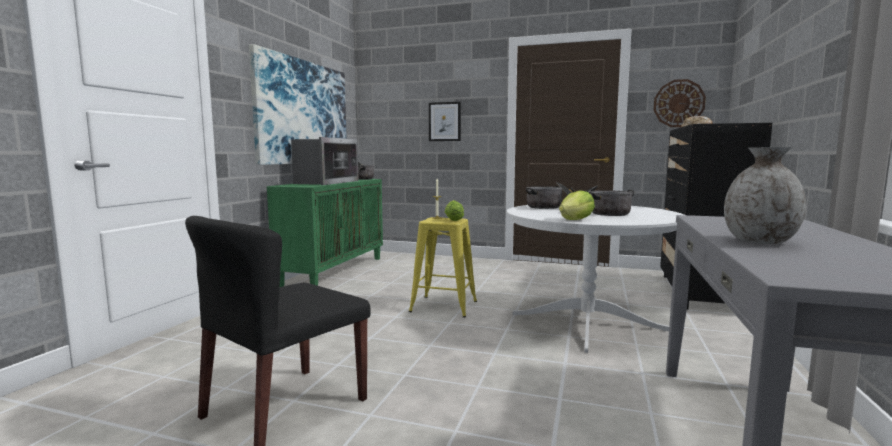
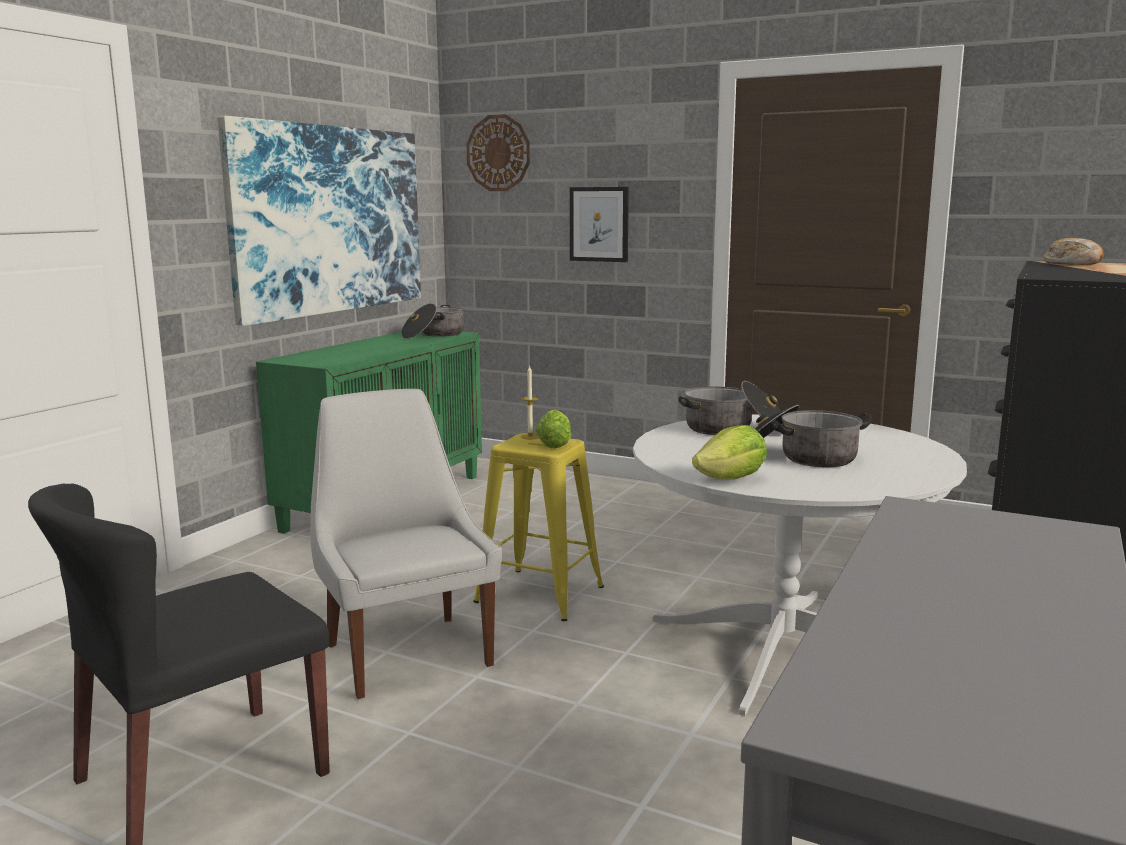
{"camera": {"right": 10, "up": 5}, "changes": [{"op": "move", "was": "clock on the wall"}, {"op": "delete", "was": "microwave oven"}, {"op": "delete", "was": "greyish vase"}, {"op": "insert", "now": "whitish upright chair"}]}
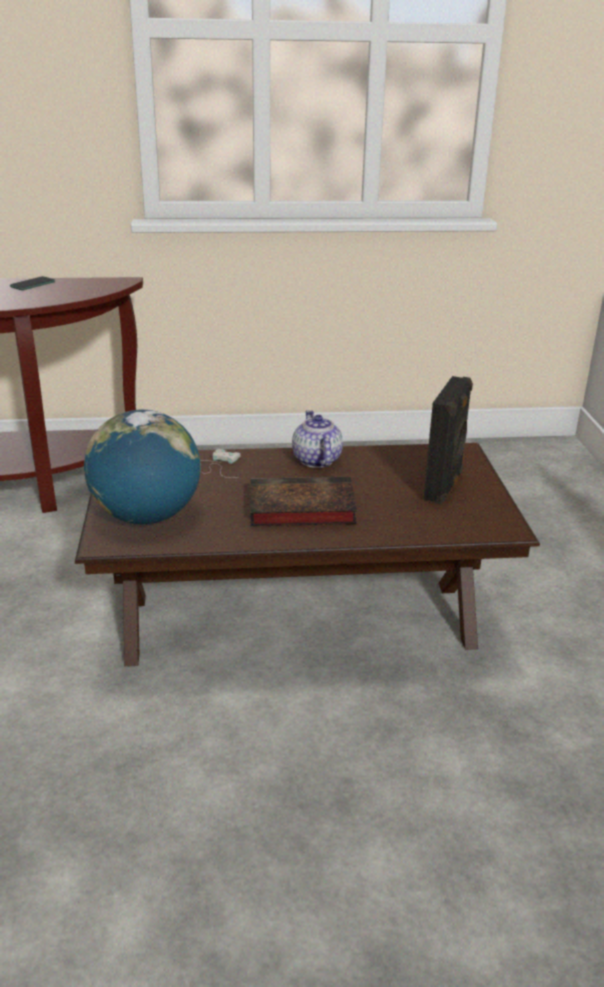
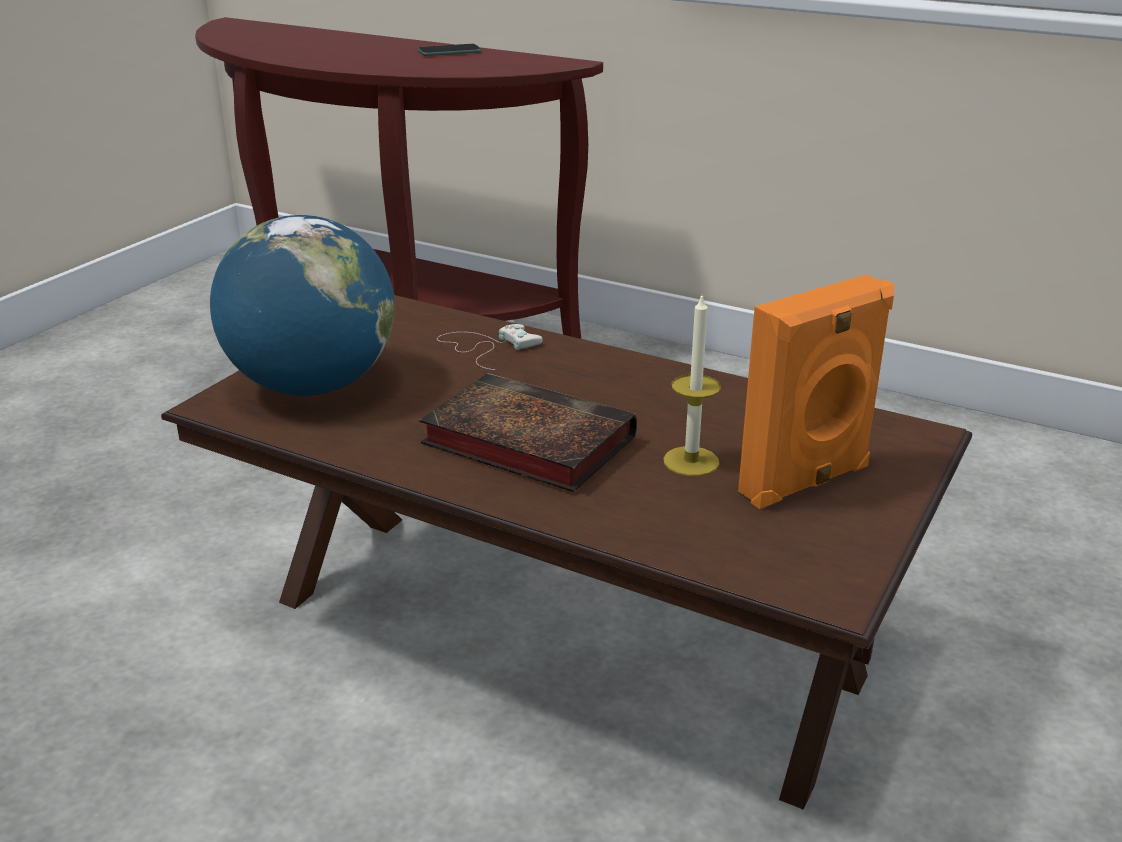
{"camera": {"right": 35, "up": 0}, "changes": [{"op": "recolor", "was": "black-coloured speaker", "now": "orangey speaker"}, {"op": "delete", "was": "pot for tea"}, {"op": "insert", "now": "wax candle"}]}
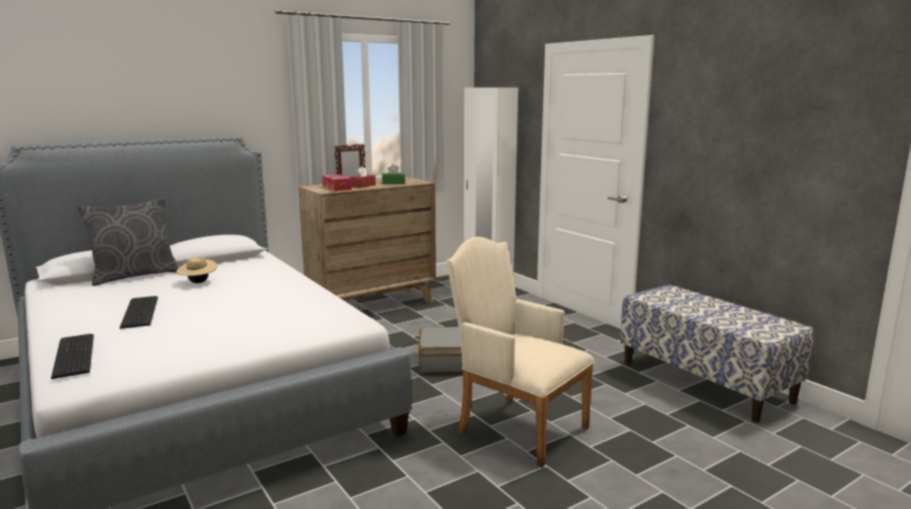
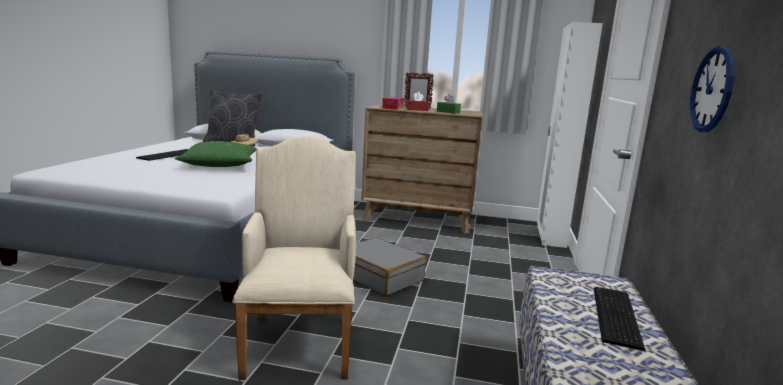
{"camera": {"right": 45, "up": 0}, "changes": [{"op": "move", "was": "PC keyboard (1st from left in the first image)", "now": "PC keyboard (2nd from left)"}, {"op": "insert", "now": "clock on the wall"}, {"op": "insert", "now": "green-coloured pillow"}]}
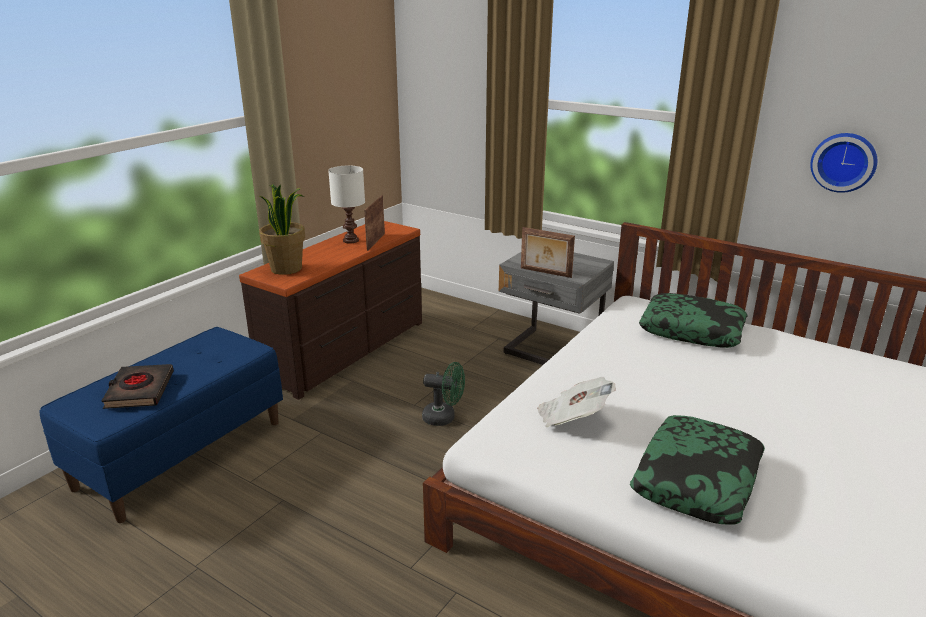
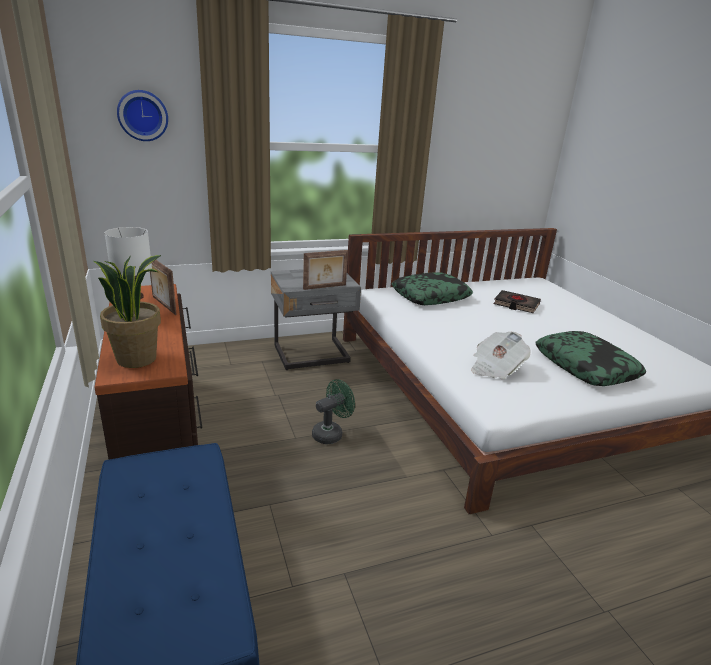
{"camera": {"right": -55, "up": 0}, "changes": [{"op": "move", "was": "clock on the wall"}, {"op": "move", "was": "black-coloured bound book"}]}
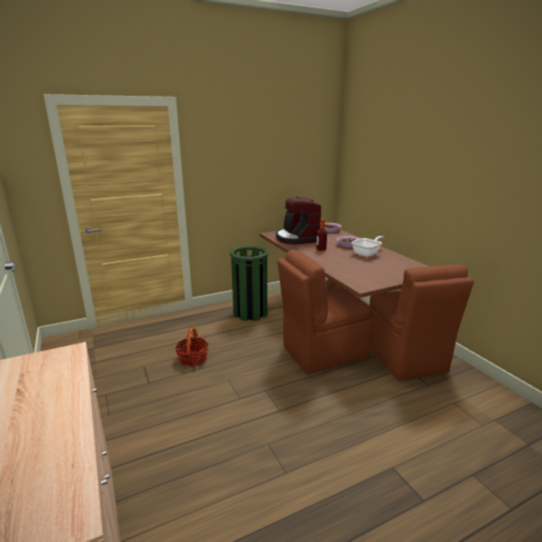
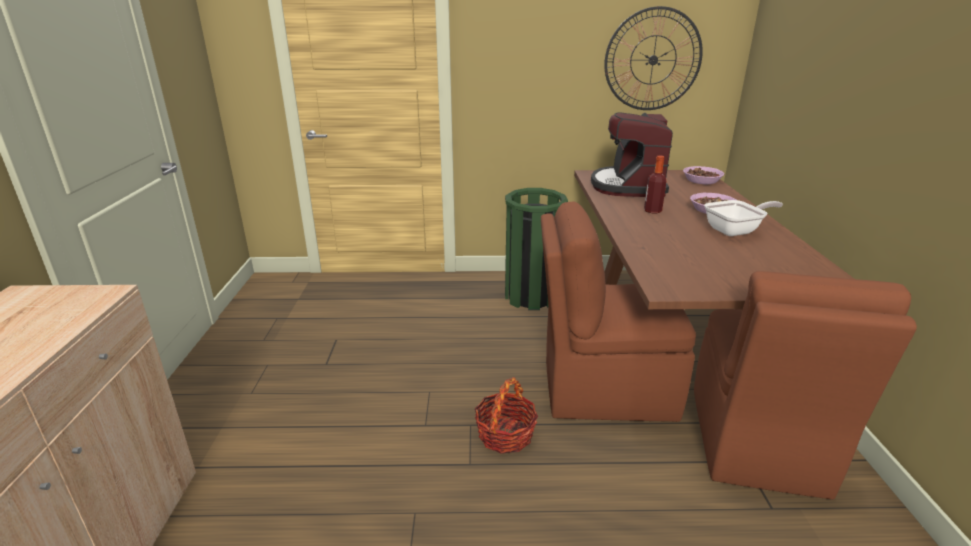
{"camera": {"right": 25, "up": 5}, "changes": [{"op": "move", "was": "storage basket"}, {"op": "insert", "now": "clock on the wall"}]}
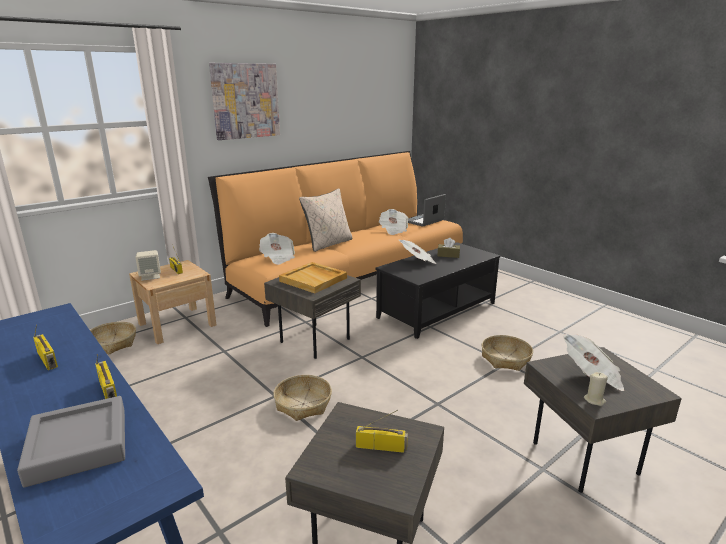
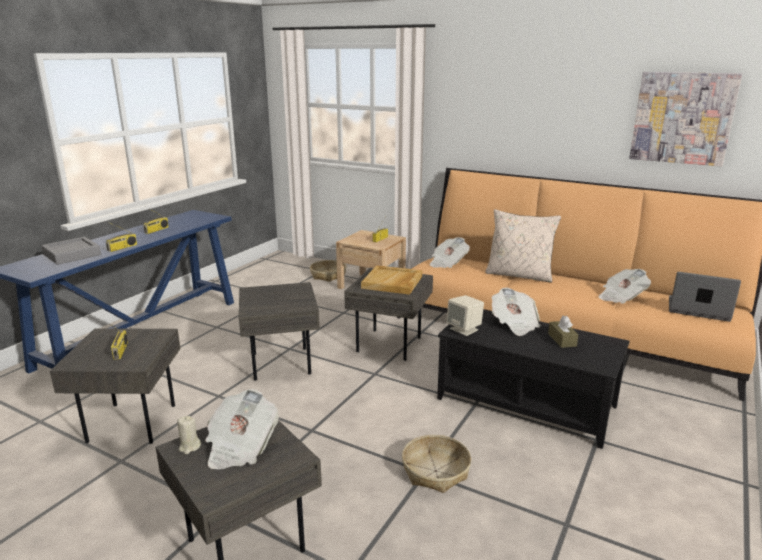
{"camera": {"right": 70, "up": 0}, "changes": [{"op": "move", "was": "wall picture"}, {"op": "move", "was": "beige speaker"}, {"op": "replace", "was": "storage basket (2nd from left)", "now": "greyish side table (3rd from left)"}]}
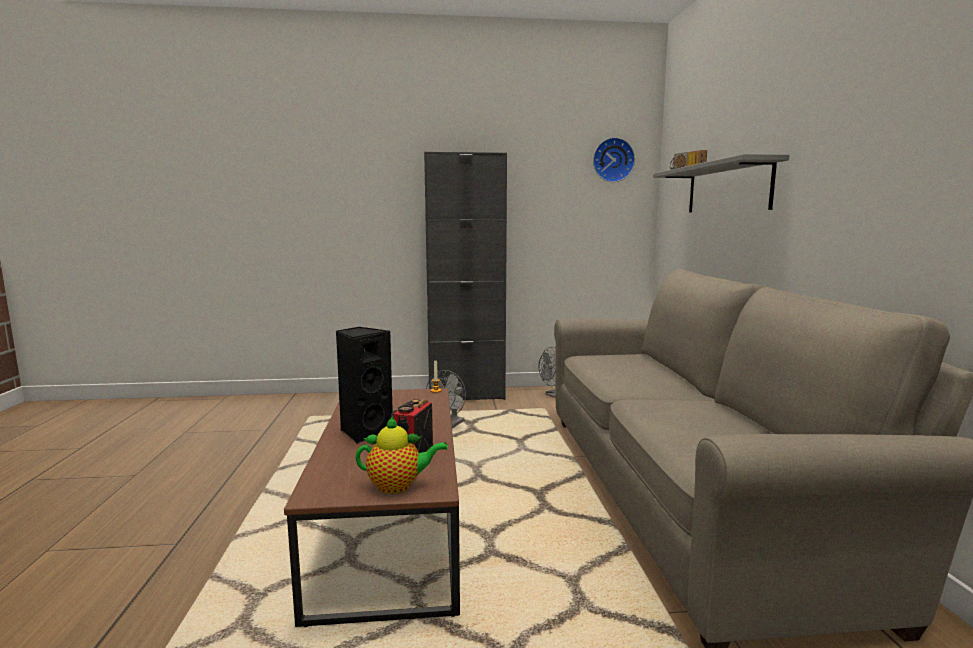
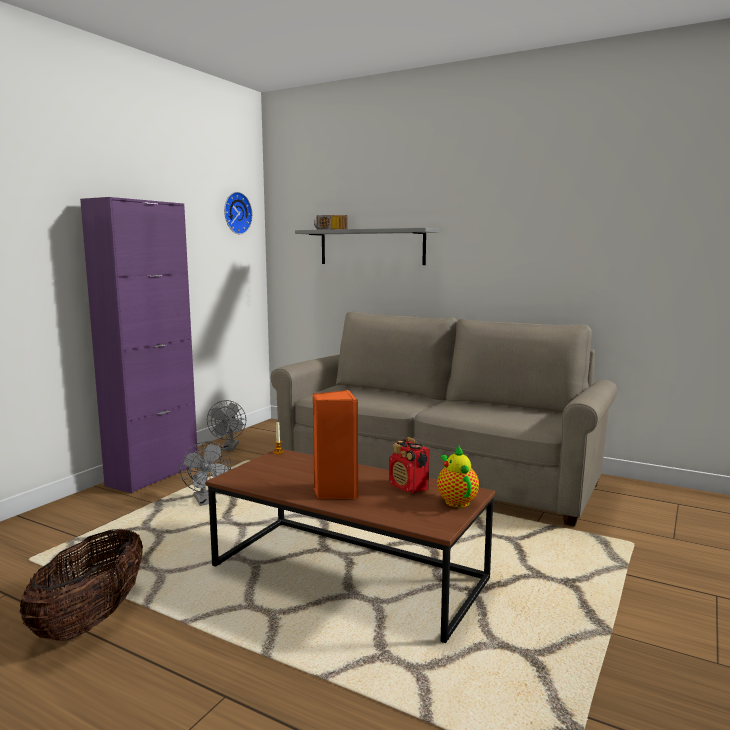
{"camera": {"right": -55, "up": 0}, "changes": [{"op": "recolor", "was": "black-coloured storage cabinet", "now": "purplish storage cabinet"}, {"op": "recolor", "was": "black-coloured speaker", "now": "orangey speaker"}, {"op": "rotate", "was": "pot for tea", "clockwise": -45}, {"op": "insert", "now": "storage basket"}]}
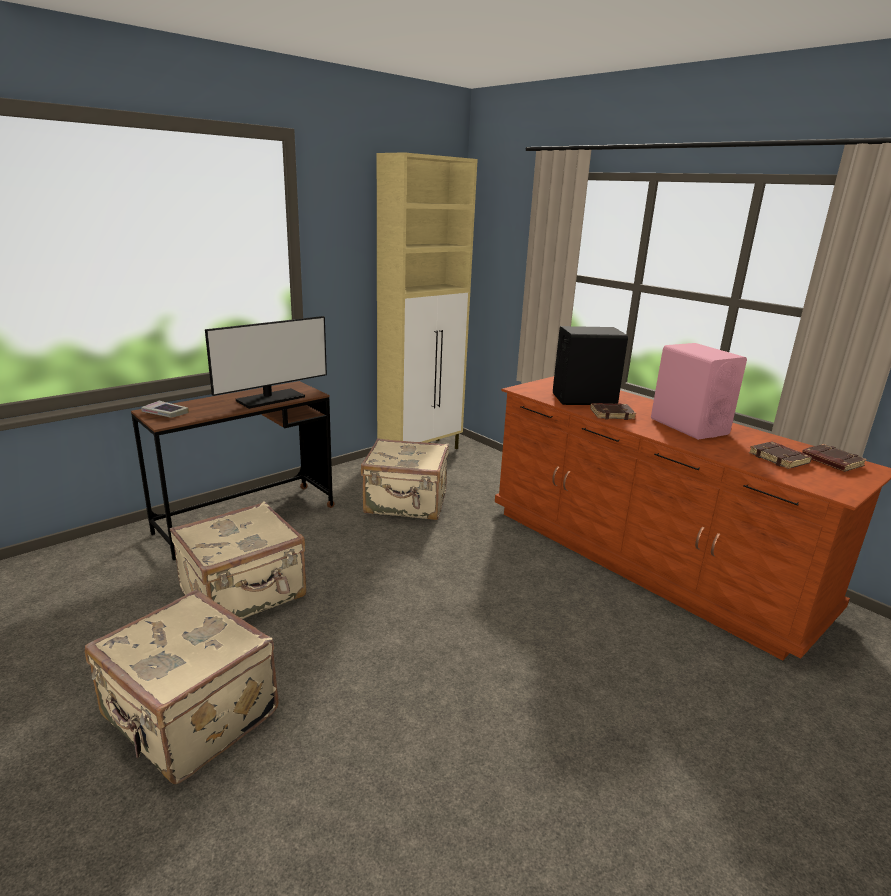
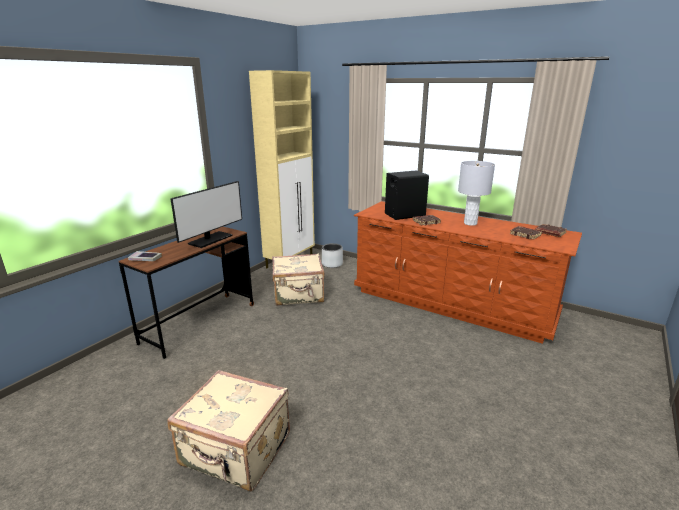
{"camera": {"right": -15, "up": 0}, "changes": [{"op": "replace", "was": "pinkish speaker", "now": "greyish tabletop lamp"}, {"op": "delete", "was": "beige suitcase (2nd from left)"}, {"op": "insert", "now": "greyish flower pot"}]}
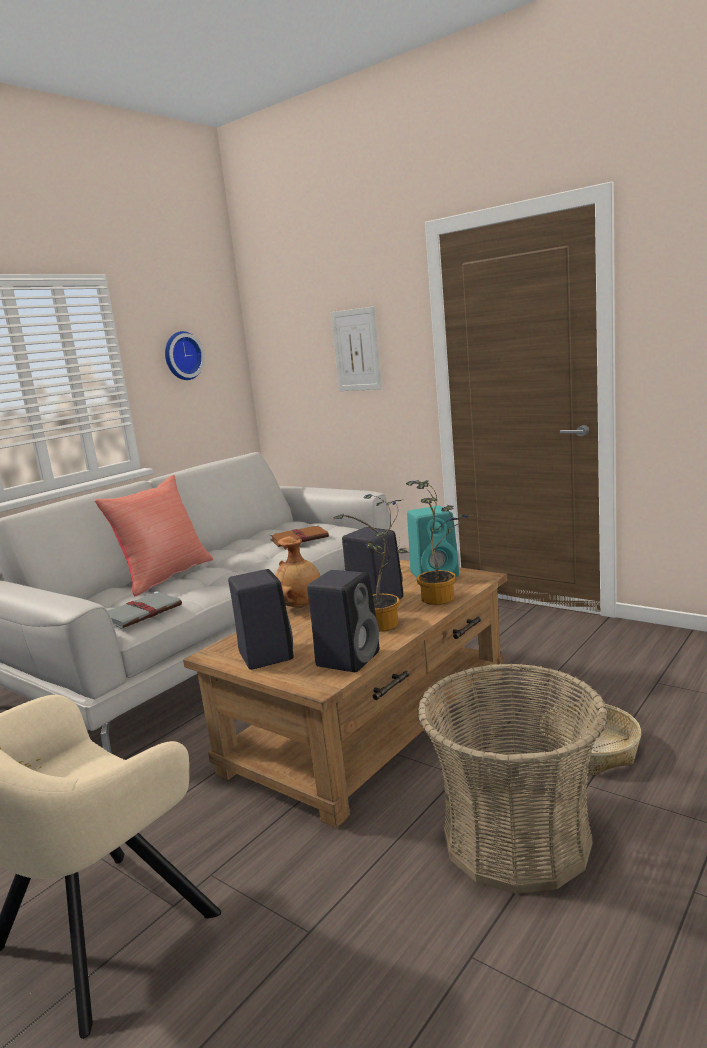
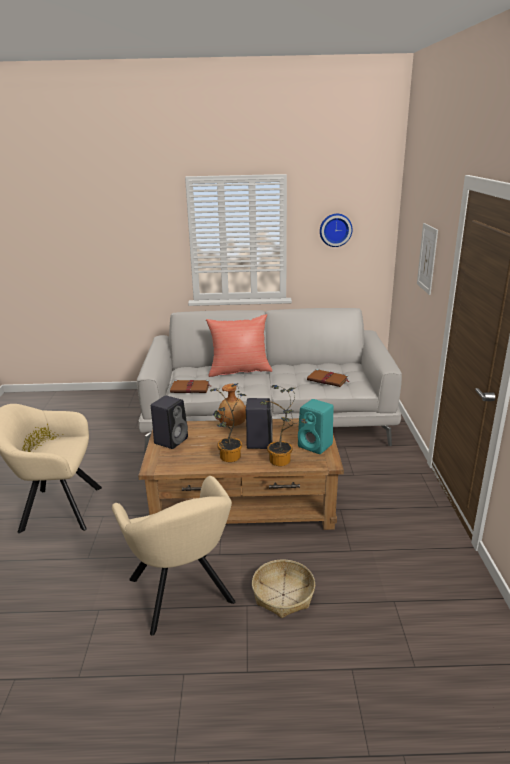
{"camera": {"right": 50, "up": 10}, "changes": [{"op": "delete", "was": "black-coloured speaker (2nd from left)"}, {"op": "recolor", "was": "greyish bound book", "now": "brown-coloured bound book (1st from left)"}, {"op": "replace", "was": "storage basket (1st from left)", "now": "beige easy chair (2nd from left)"}]}
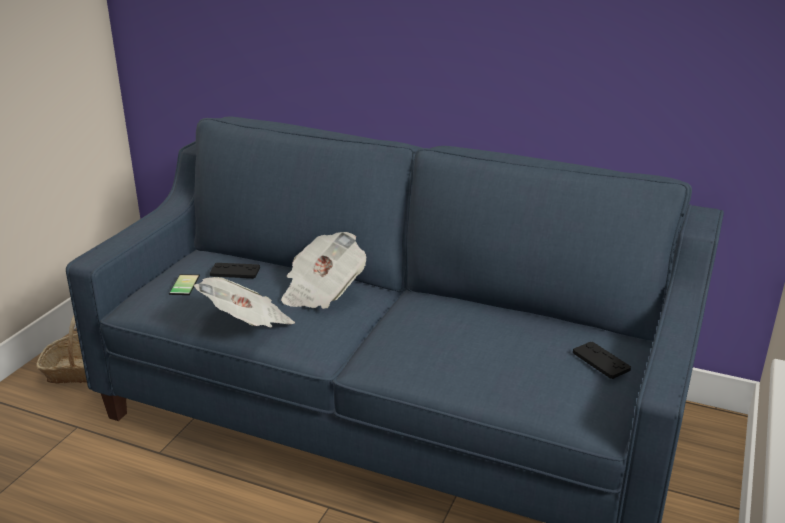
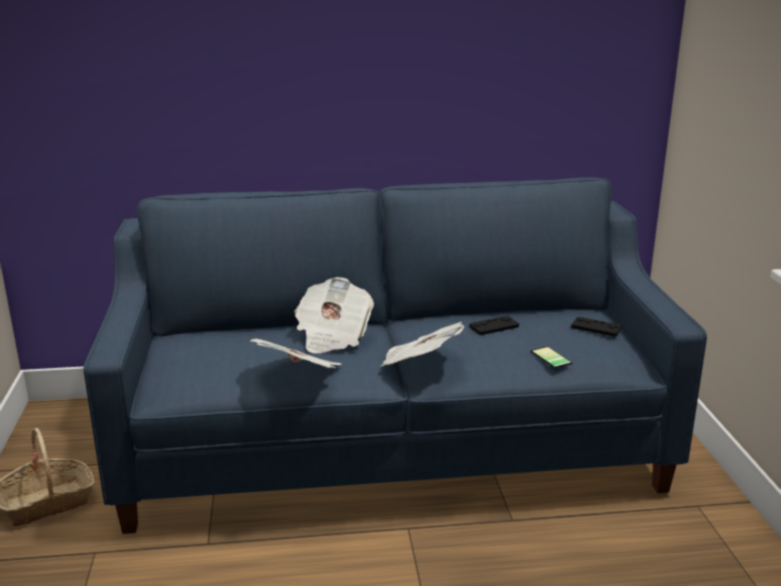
{"camera": {"right": -30, "up": -5}, "changes": [{"op": "move", "was": "black-coloured joypad (1st from left)"}, {"op": "move", "was": "handset"}, {"op": "insert", "now": "daily paper (3rd from left)"}]}
